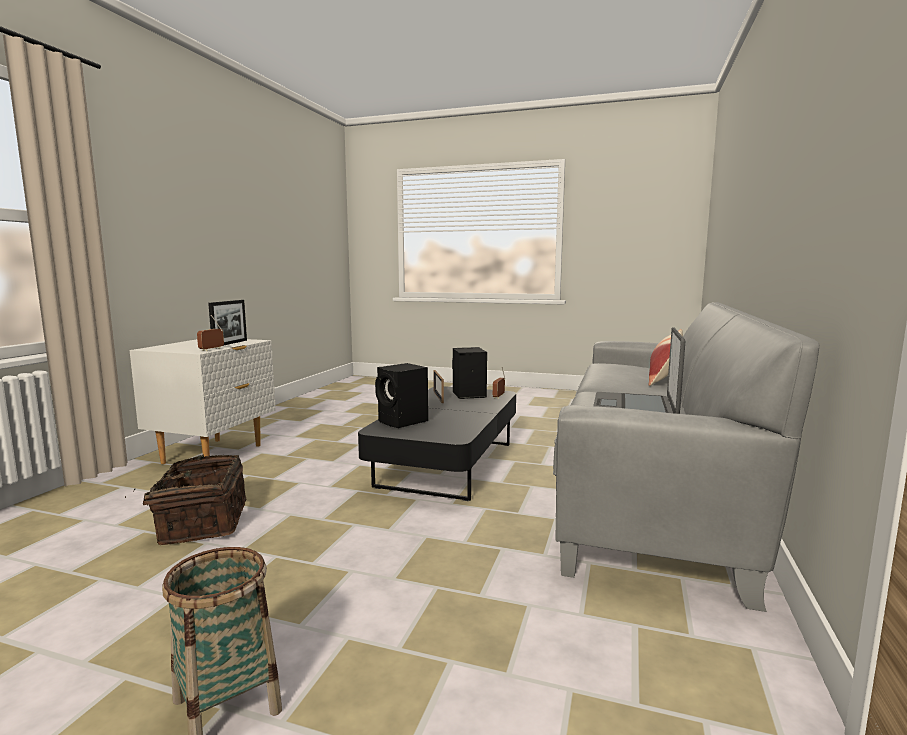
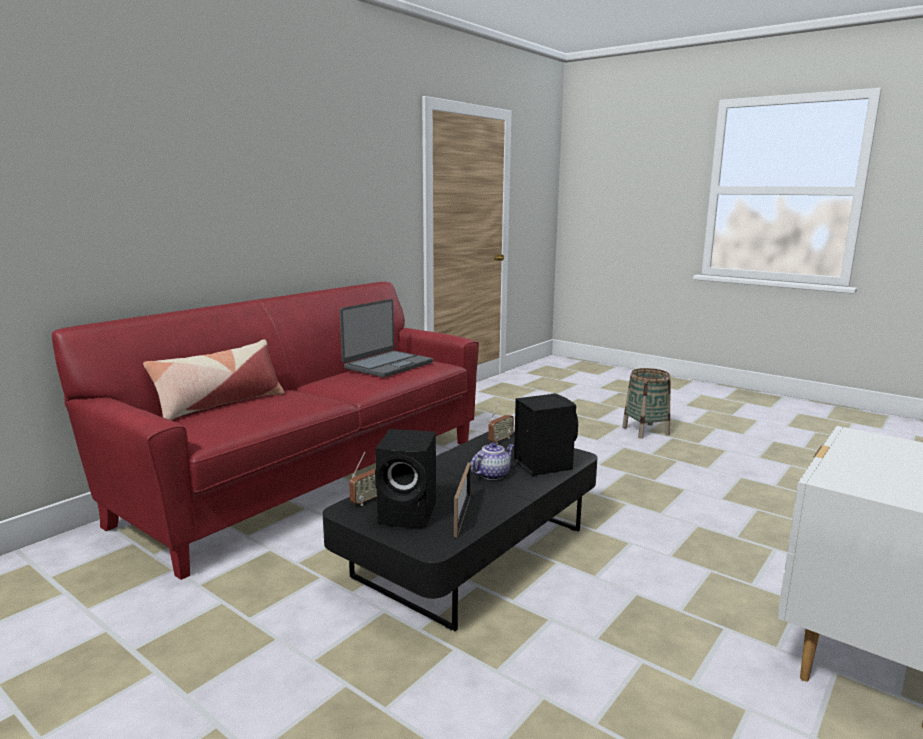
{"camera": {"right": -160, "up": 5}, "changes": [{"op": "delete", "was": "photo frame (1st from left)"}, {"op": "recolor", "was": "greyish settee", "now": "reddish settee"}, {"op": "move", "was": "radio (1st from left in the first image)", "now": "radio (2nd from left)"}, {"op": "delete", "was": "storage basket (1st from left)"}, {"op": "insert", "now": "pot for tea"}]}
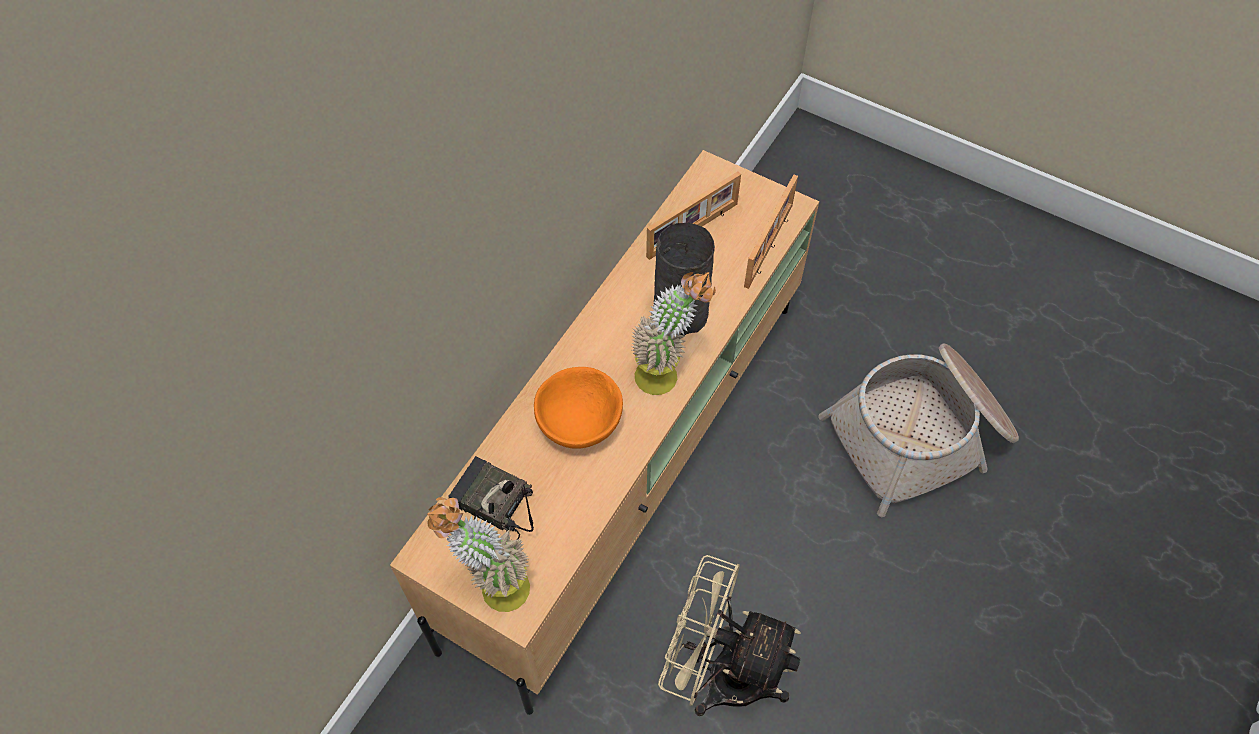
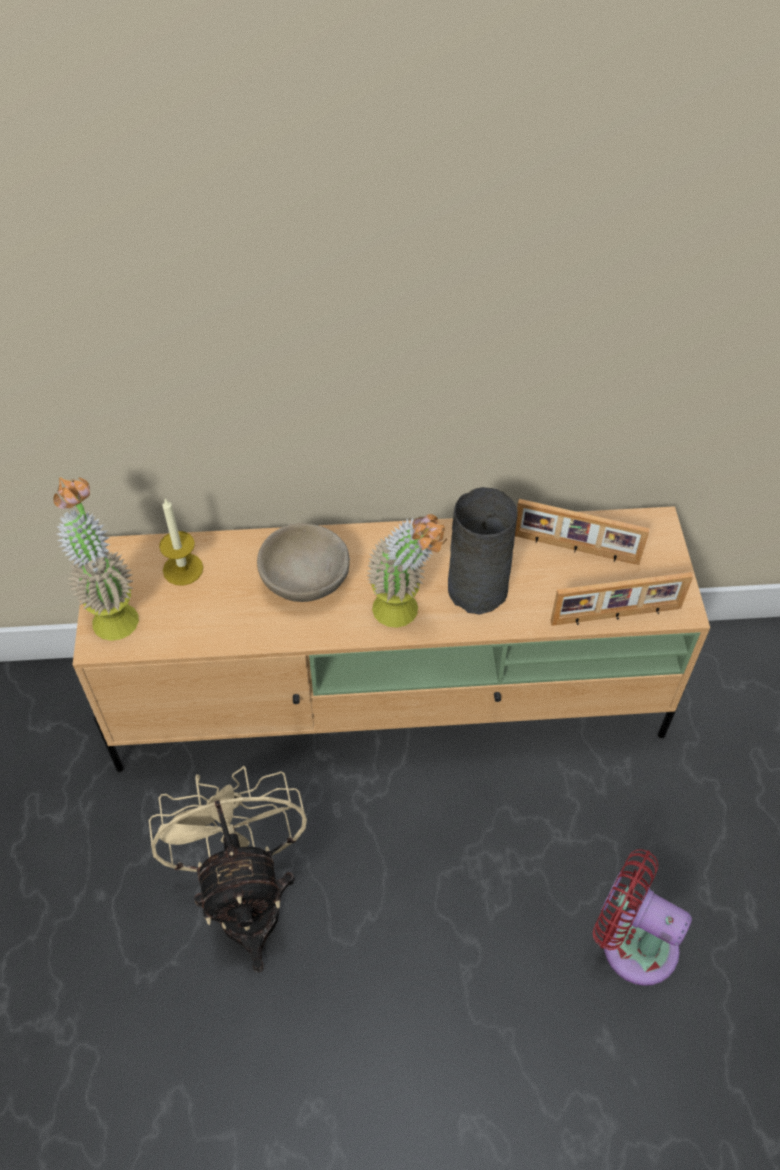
{"camera": {"right": 55, "up": -5}, "changes": [{"op": "replace", "was": "storage basket", "now": "reddish fan"}, {"op": "recolor", "was": "orangey deep dish", "now": "beige deep dish"}, {"op": "replace", "was": "radio", "now": "wax candle"}]}
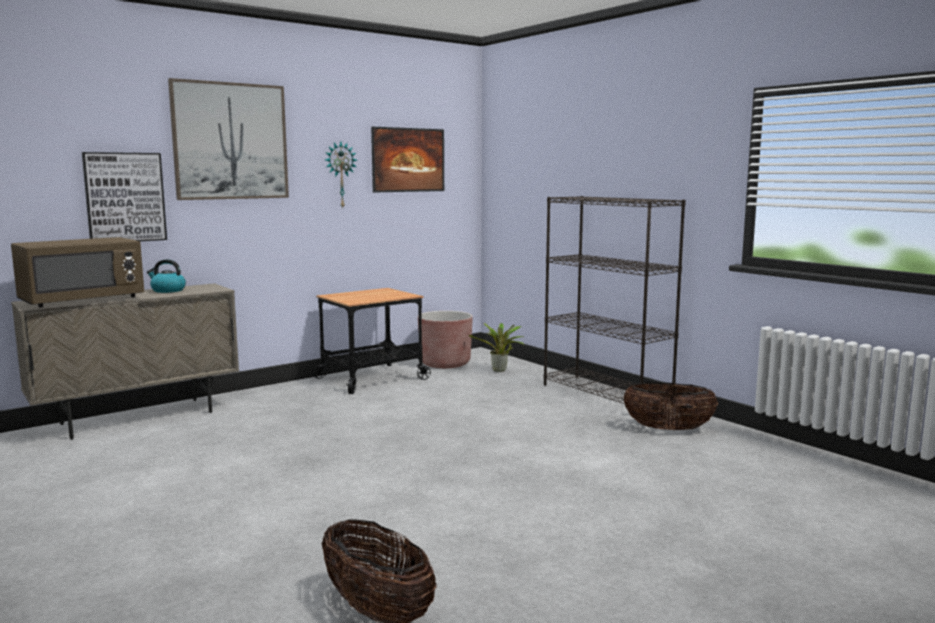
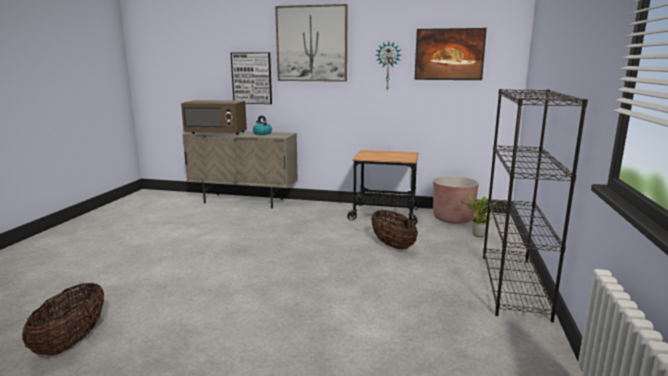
{"camera": {"right": 50, "up": 5}, "changes": [{"op": "move", "was": "storage basket (2nd from left)"}]}
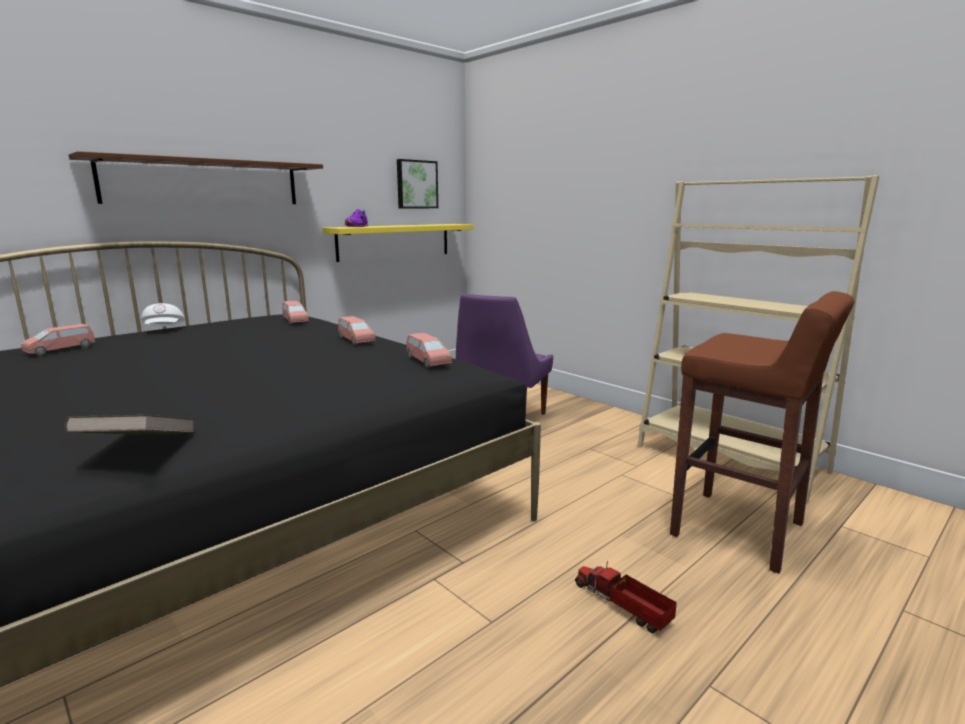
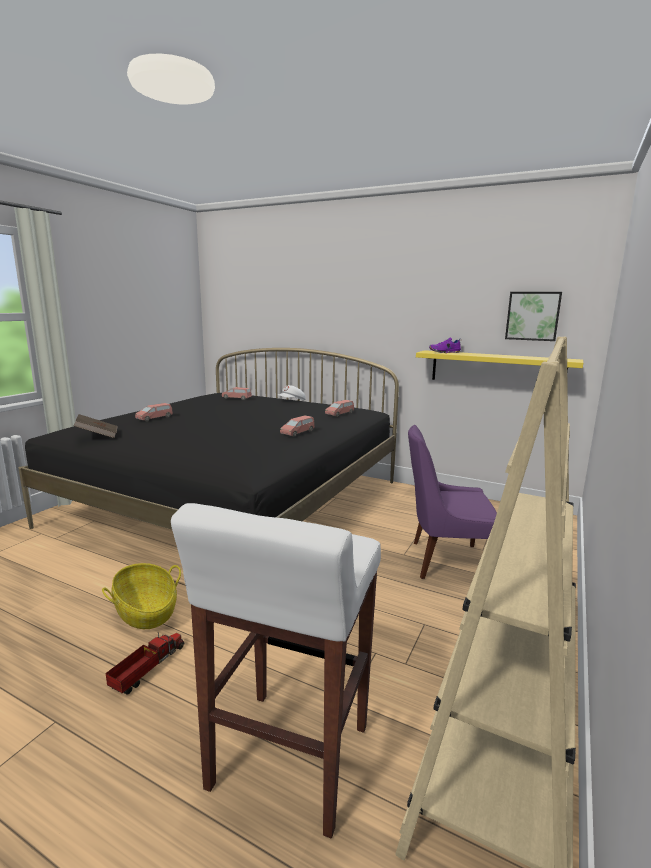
{"camera": {"right": 70, "up": 0}, "changes": [{"op": "delete", "was": "brown-coloured wall shelf"}, {"op": "recolor", "was": "brown-coloured sitting stool", "now": "whitish sitting stool"}, {"op": "move", "was": "pinkish model car (4th from left in the first image)", "now": "pinkish model car (1st from left)"}, {"op": "insert", "now": "storage basket"}]}
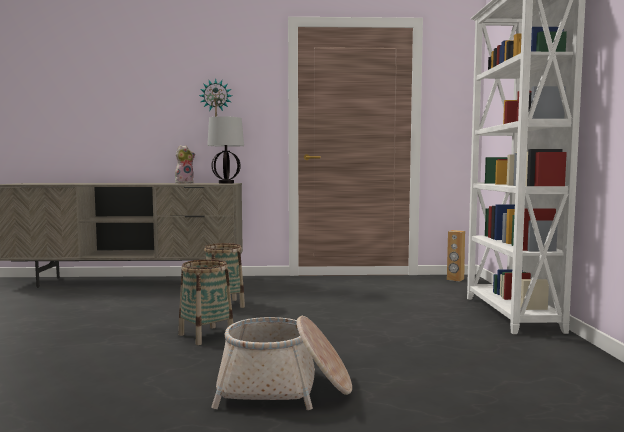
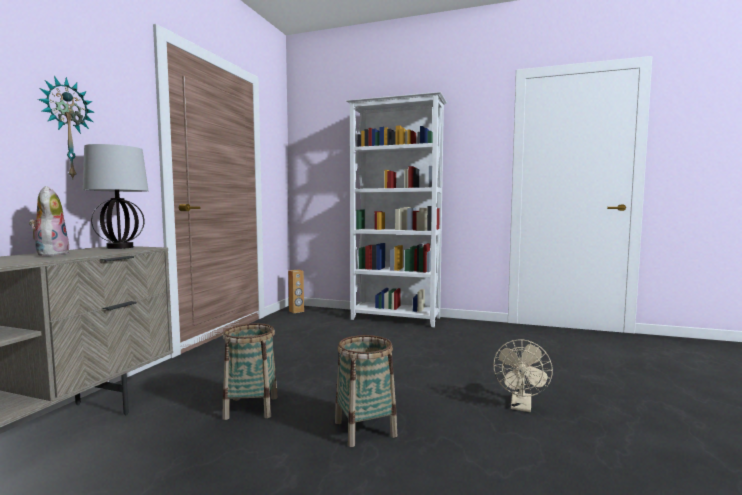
{"camera": {"right": -70, "up": 0}, "changes": [{"op": "replace", "was": "storage basket (3rd from left)", "now": "beige fan"}]}
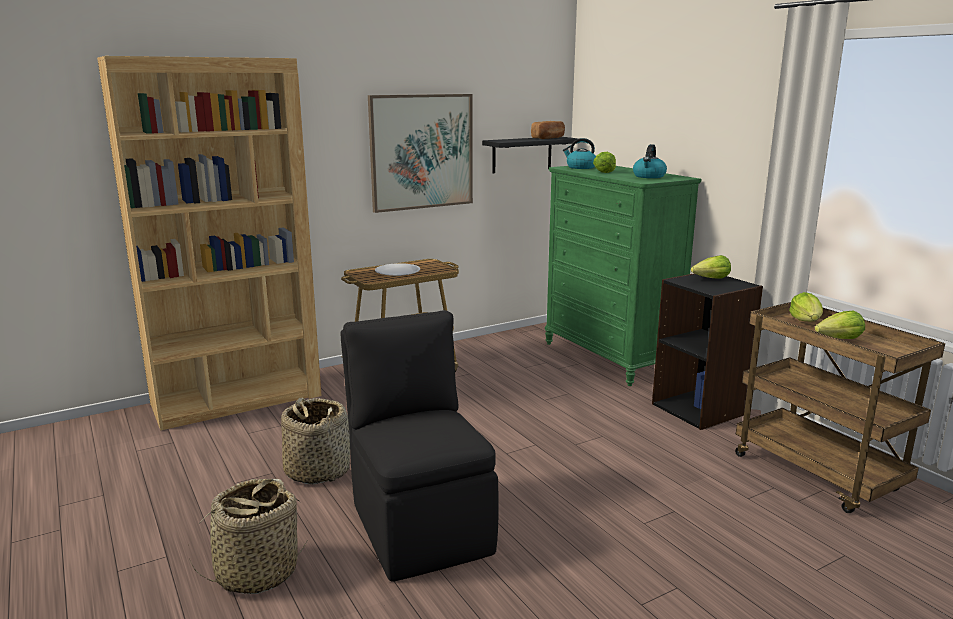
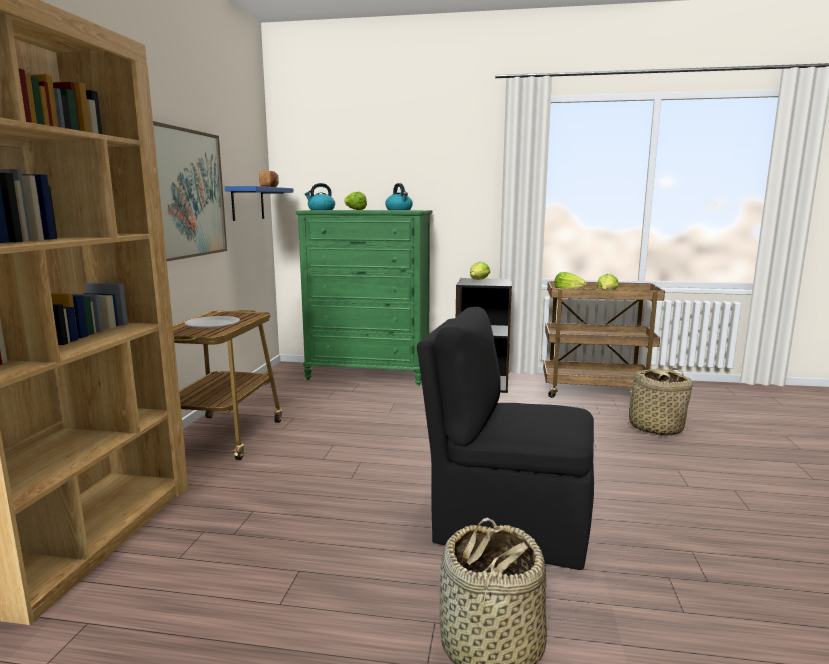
{"camera": {"right": -50, "up": -5}, "changes": [{"op": "recolor", "was": "black-coloured wall shelf", "now": "bluish wall shelf"}, {"op": "move", "was": "storage basket (2nd from left)"}]}
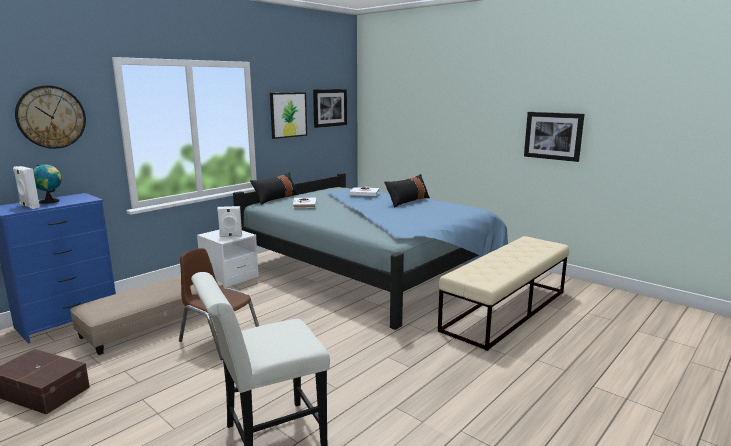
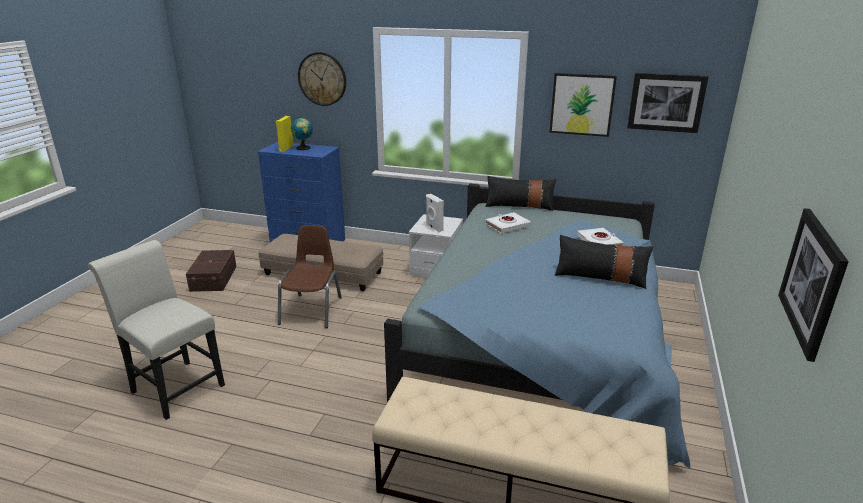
{"camera": {"right": 65, "up": 10}, "changes": [{"op": "recolor", "was": "whitish speaker (1st from left)", "now": "yellow-coloured speaker"}]}
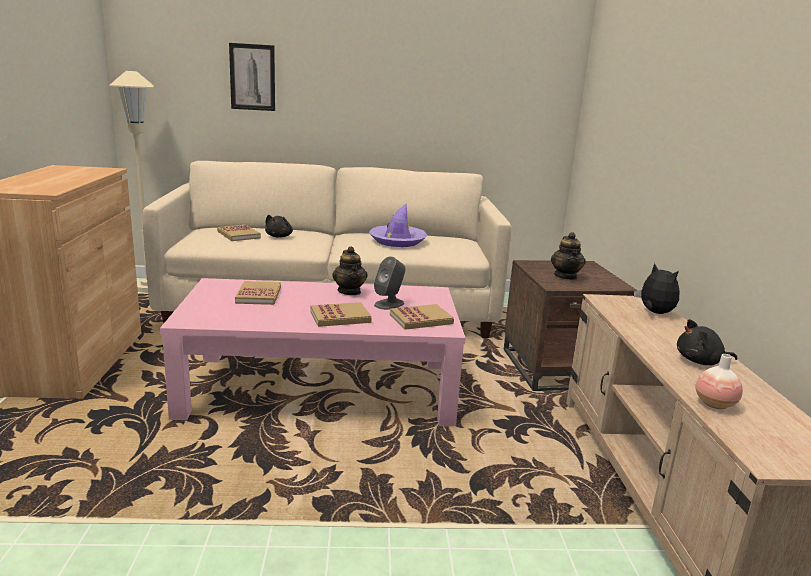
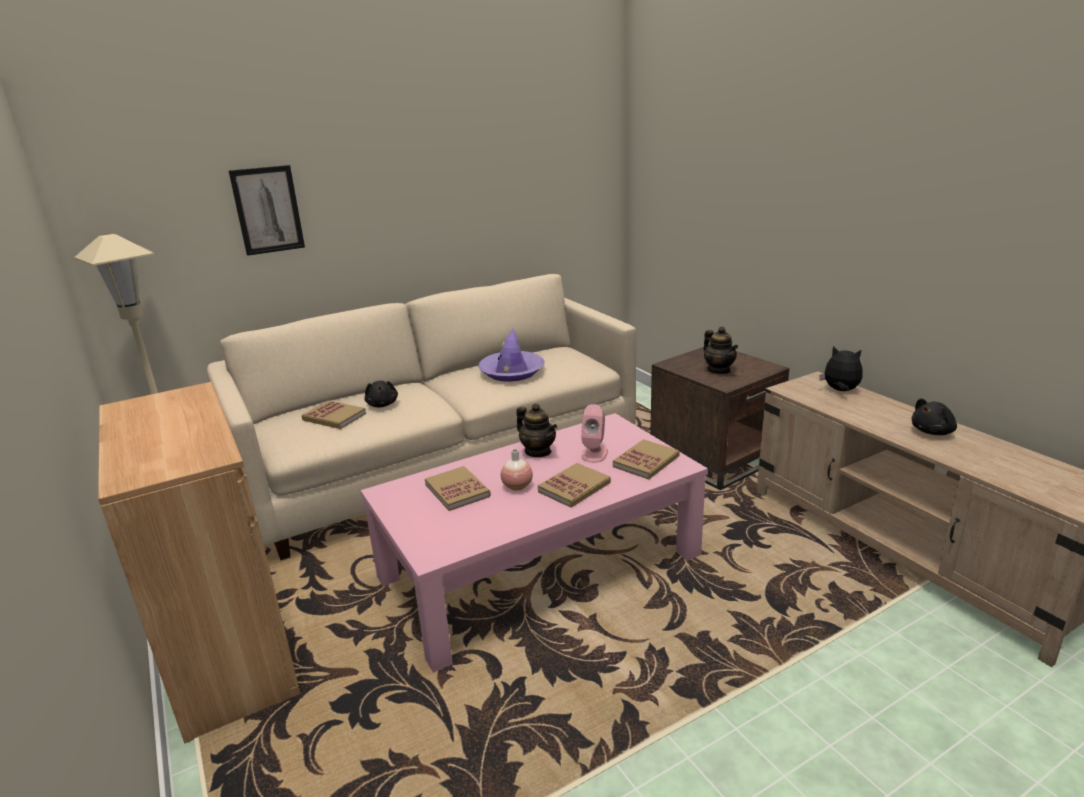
{"camera": {"right": -25, "up": 5}, "changes": [{"op": "recolor", "was": "greyish speaker", "now": "pinkish speaker"}, {"op": "move", "was": "vase"}]}
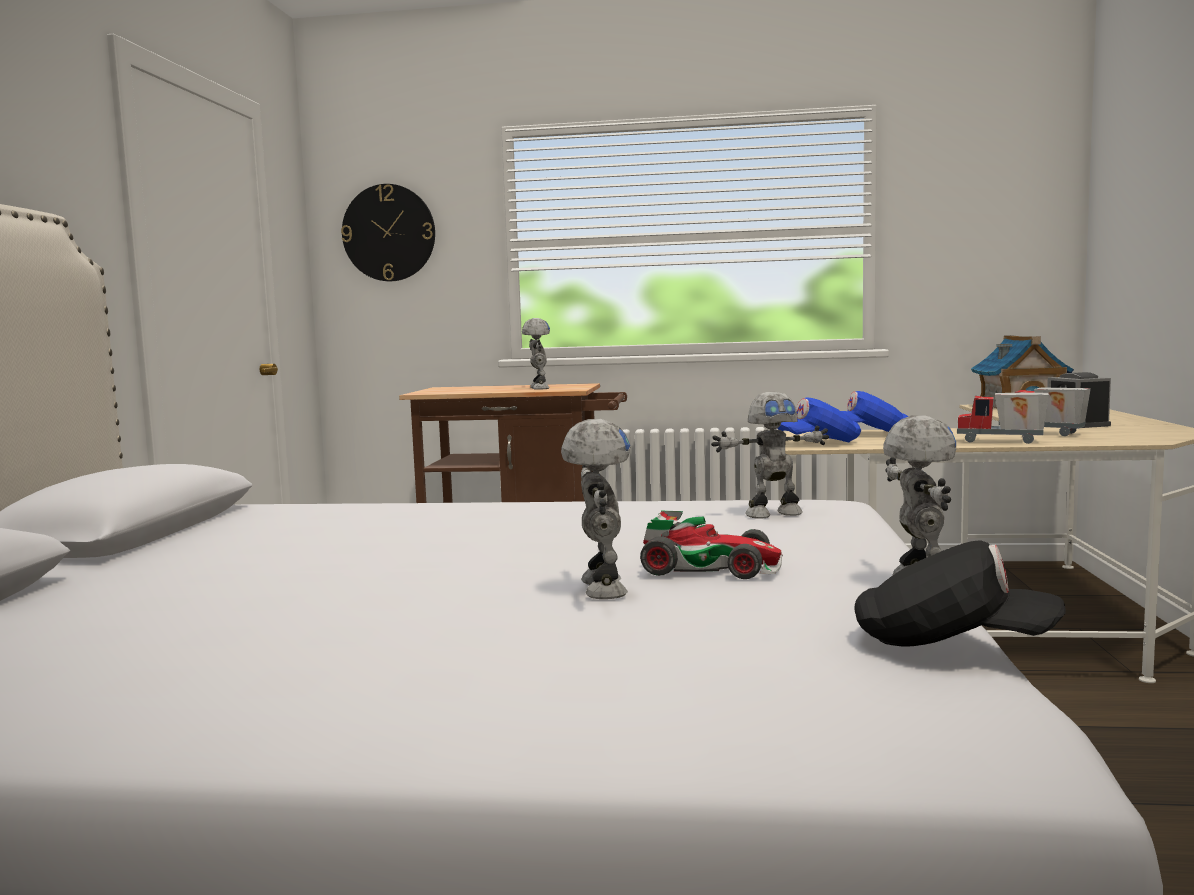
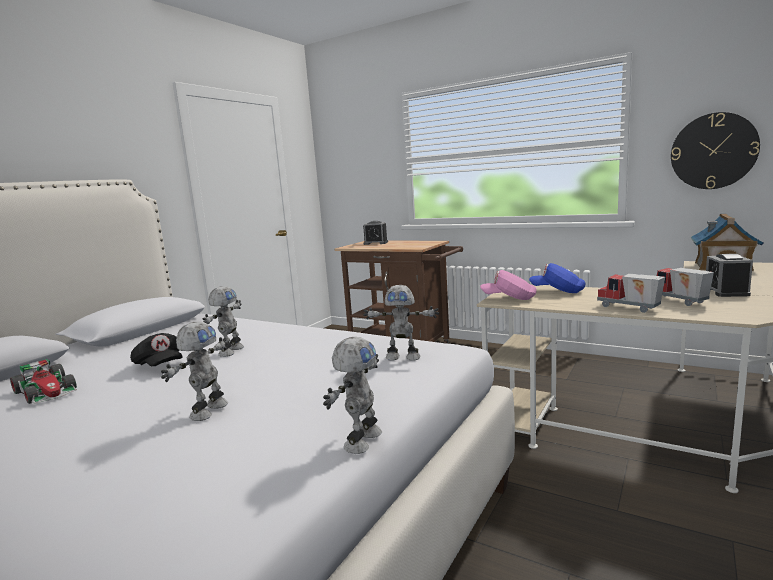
{"camera": {"right": 25, "up": 5}, "changes": [{"op": "move", "was": "clock on the wall"}, {"op": "move", "was": "robot figure (1st from left in the first image)", "now": "robot figure (2nd from left)"}, {"op": "recolor", "was": "bluish baseball cap (1st from left)", "now": "pinkish baseball cap"}, {"op": "move", "was": "model car"}, {"op": "move", "was": "black-coloured baseball cap"}, {"op": "insert", "now": "bedside clock (1st from left)"}]}
